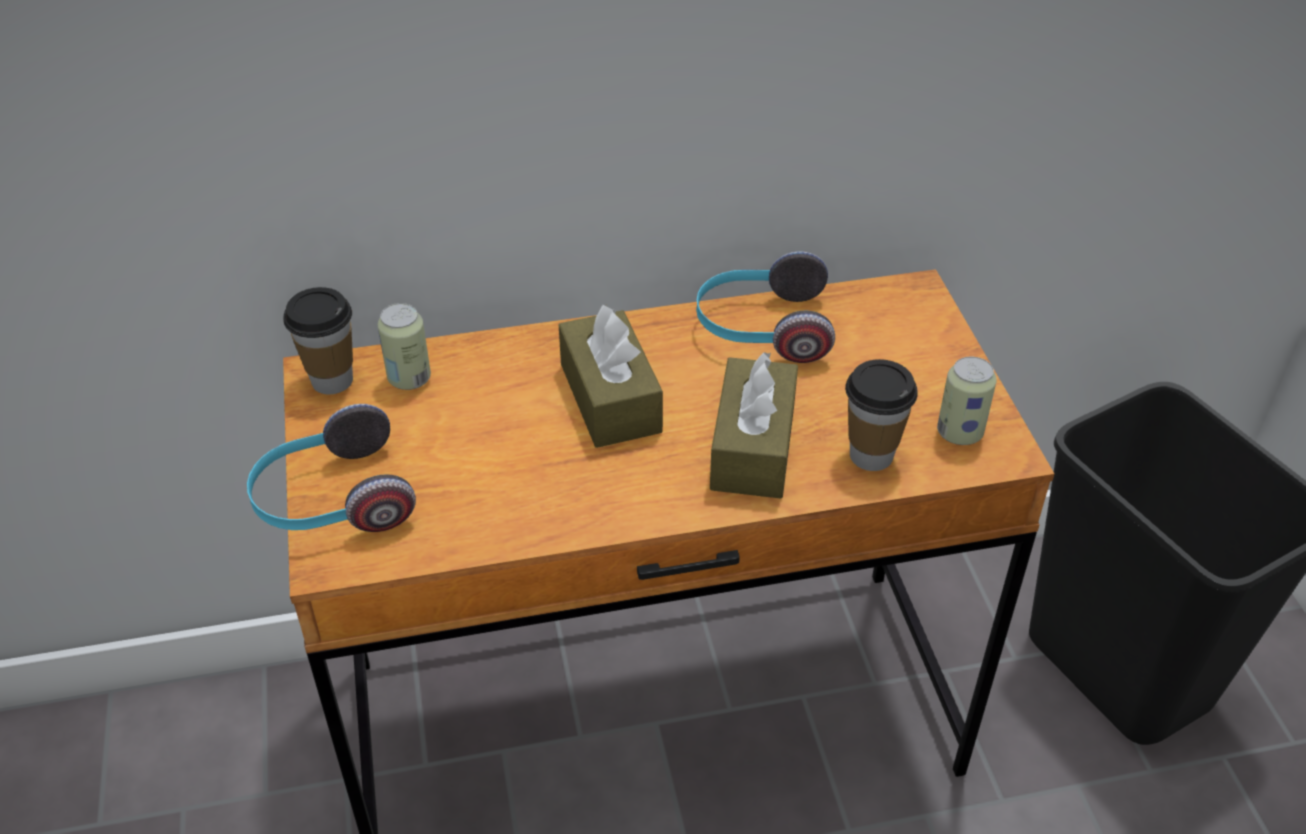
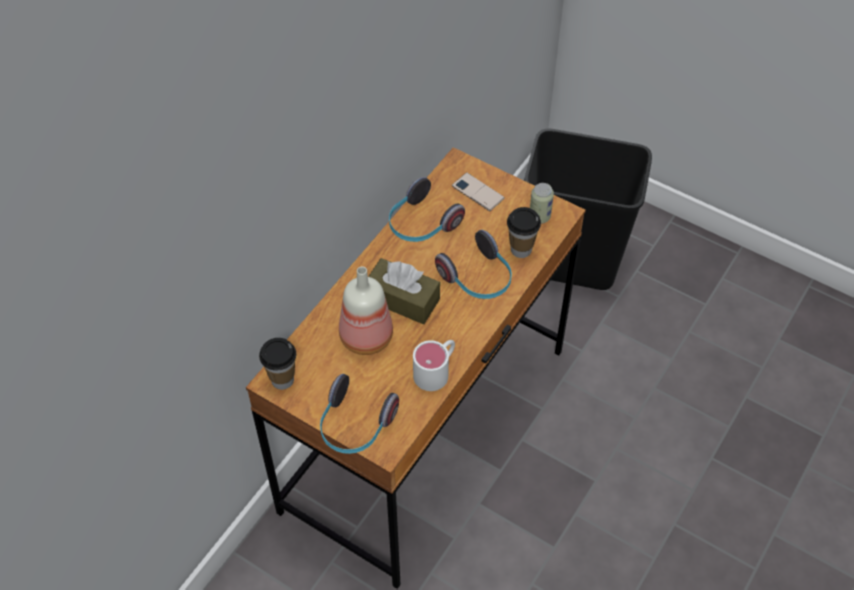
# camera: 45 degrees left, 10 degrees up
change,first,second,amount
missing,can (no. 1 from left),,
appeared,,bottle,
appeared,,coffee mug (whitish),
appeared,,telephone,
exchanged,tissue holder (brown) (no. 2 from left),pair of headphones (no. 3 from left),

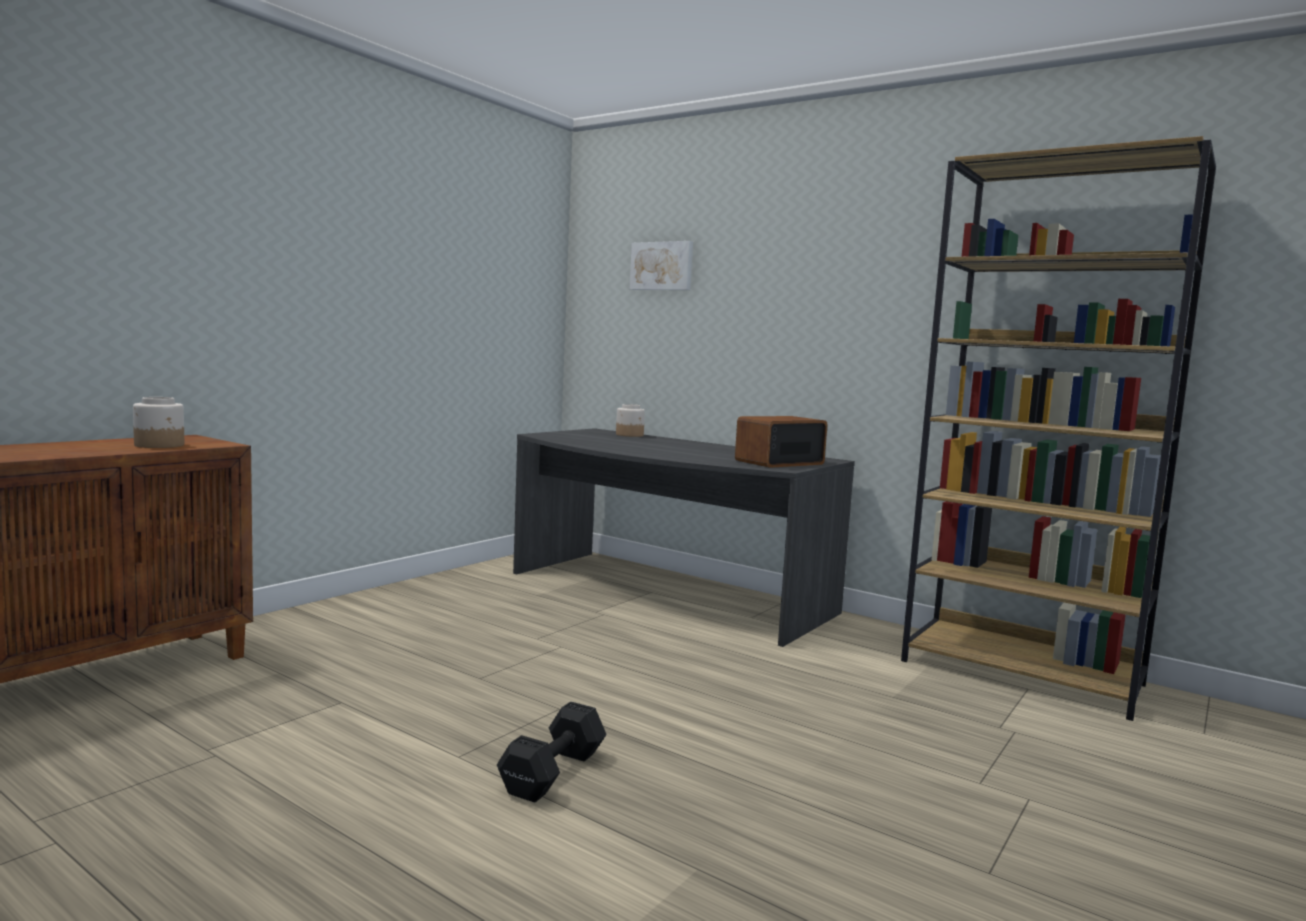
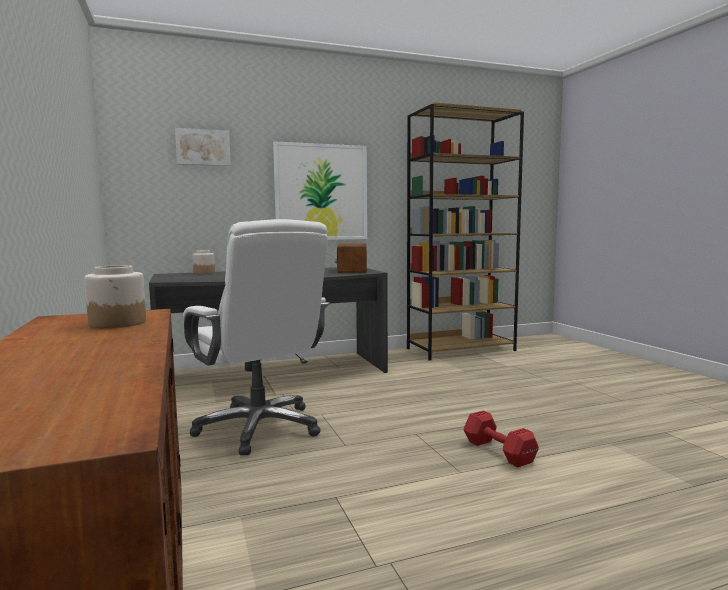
# camera: 55 degrees left, 0 degrees up
change,first,second,amount
appeared,,computer chair (whitish),
appeared,,picture (no. 2 from left),
colour,free weight (blackish),free weight (red-coloured),

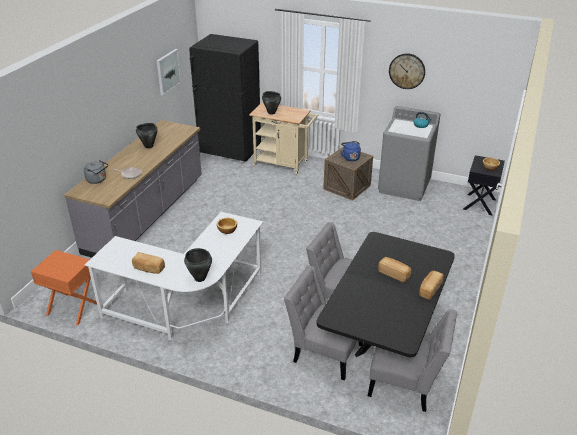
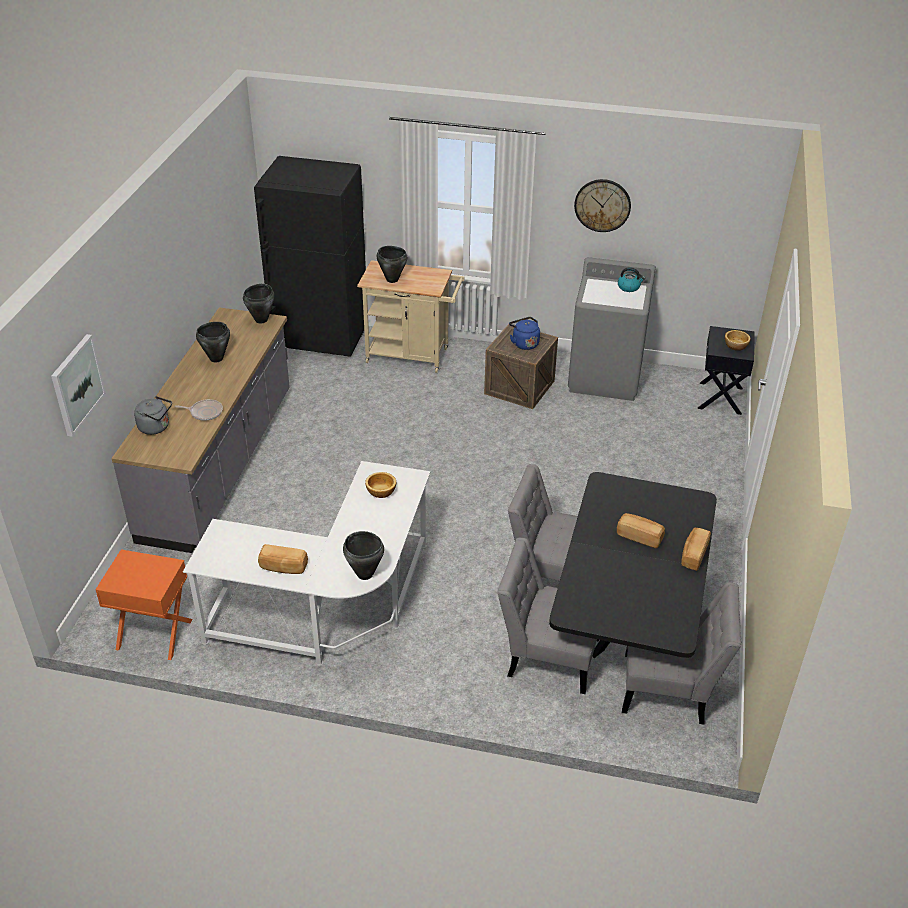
# camera: 10 degrees left, 5 degrees up
change,first,second,amount
appeared,,stockpot (blackish) (no. 2 from left),
relocated,picture,,

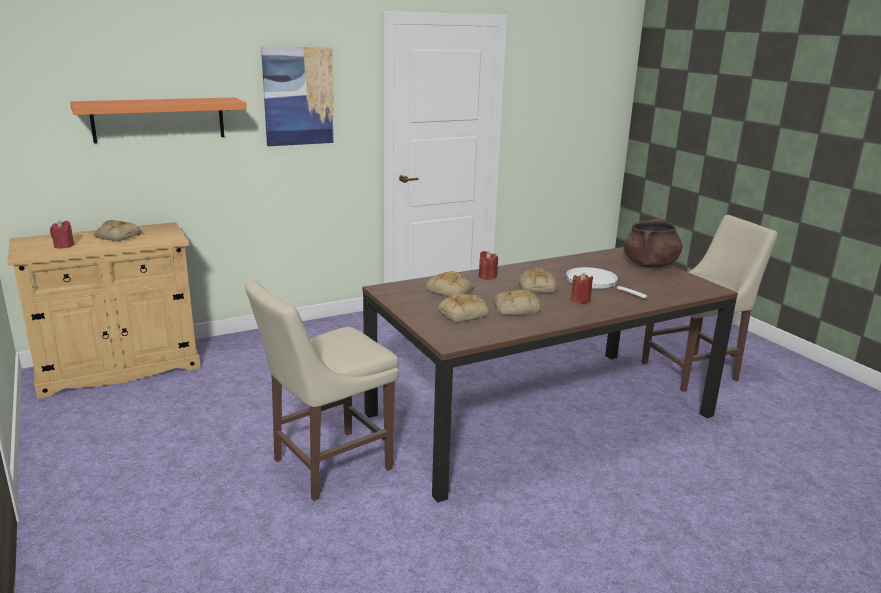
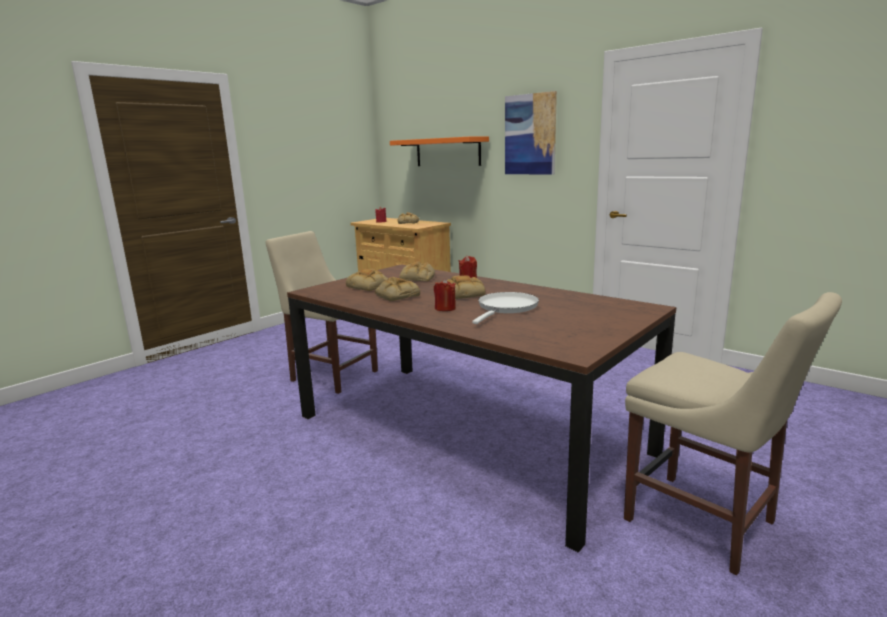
# camera: 70 degrees right, 5 degrees down
change,first,second,amount
missing,stockpot (brown),,

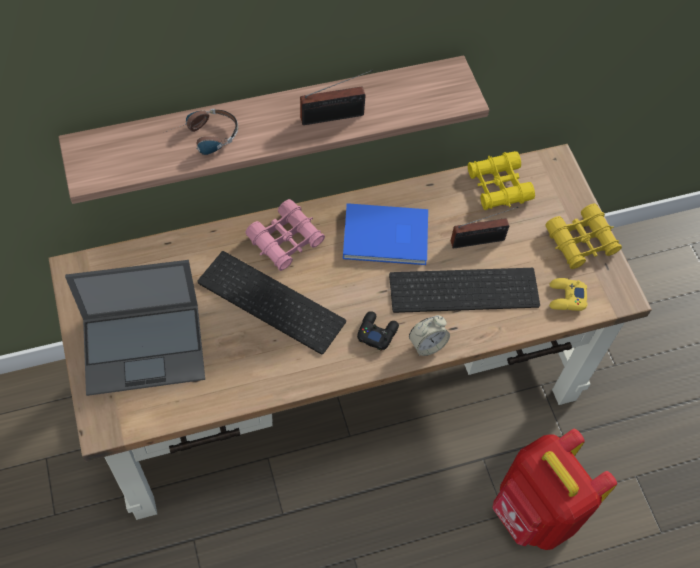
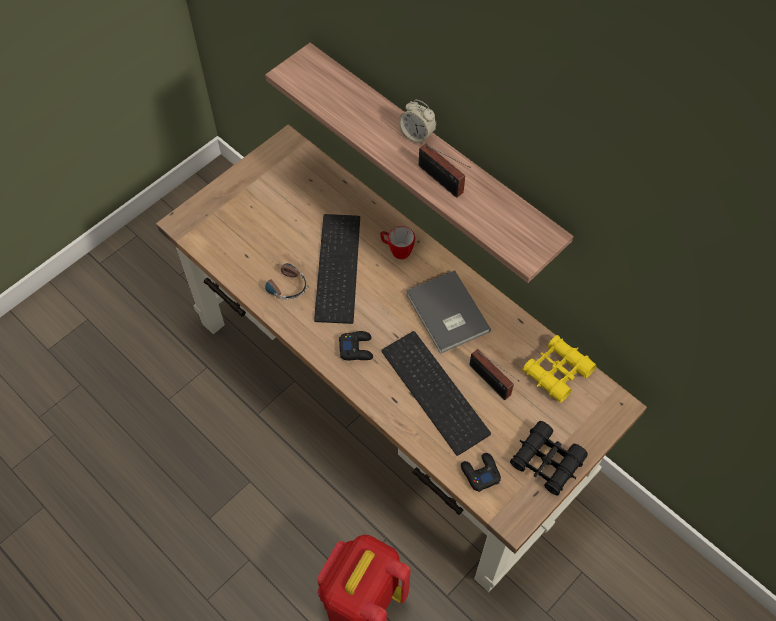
# camera: 65 degrees right, 0 degrees up
change,first,second,amount
missing,portable computer,,
relocated,pair of headphones,,
relocated,bedside clock,,
exchanged,field glasses (pink-coloured),coffee mug,
colour,volume (bluish),volume (gray),
colour,field glasses (yellow-coloured) (no. 2 from left),field glasses (blackish),
colour,gamepad (yellow-coloured),gamepad (blackish) (no. 2 from left),

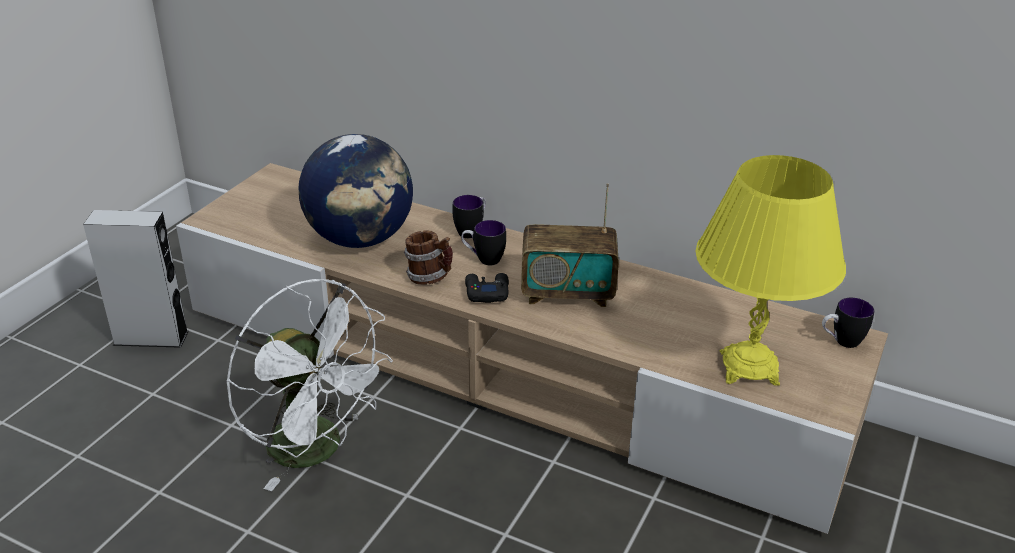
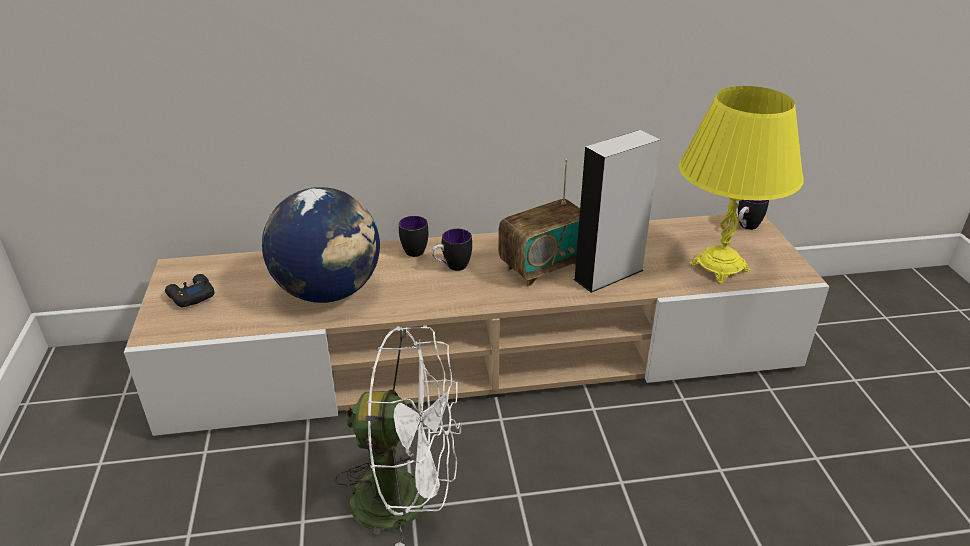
# camera: 35 degrees left, 0 degrees up
change,first,second,amount
missing,coffee mug (no. 1 from left),,
relocated,loudspeaker (gray),,
relocated,gamepad (blackish),,

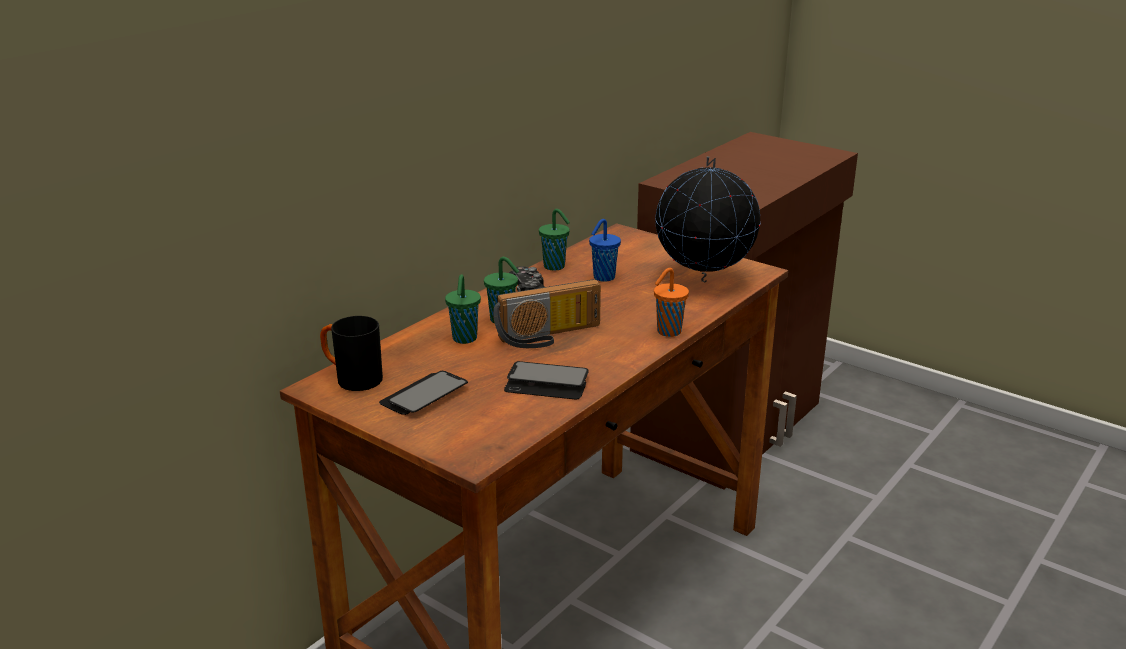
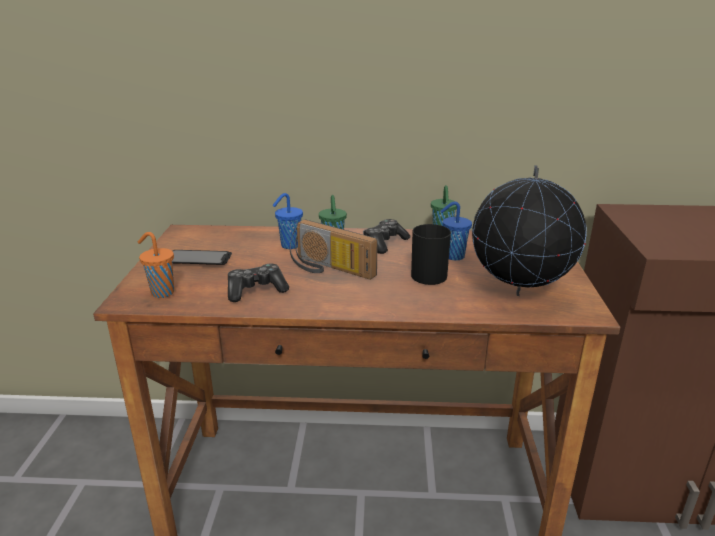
# camera: 55 degrees right, 0 degrees up
change,first,second,amount
relocated,coffee mug (blackish),,
relocated,cup (orange-coloured),,
exchanged,telephone (no. 2 from left),gamepad (no. 1 from left),
colour,cup (green-coloured) (no. 1 from left),cup (bluish) (no. 1 from left),

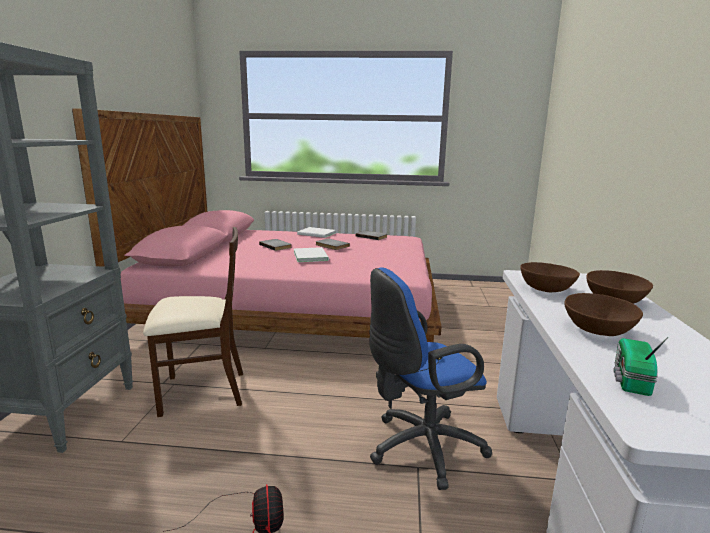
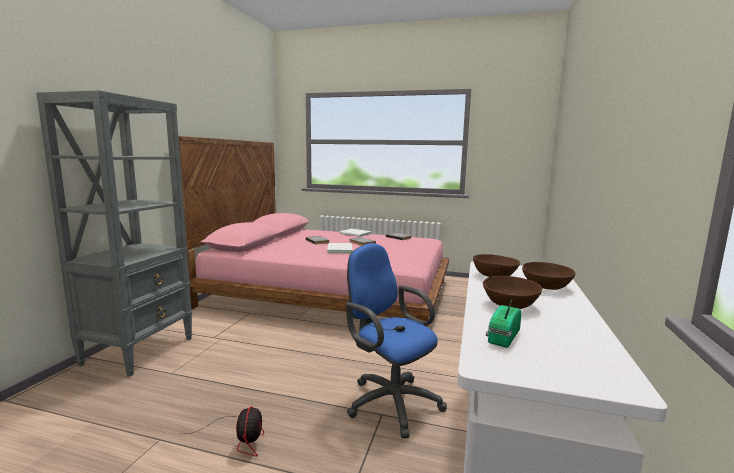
# camera: 10 degrees right, 5 degrees down
change,first,second,amount
missing,chair (sand-coloured),,
spun,computer chair (bluish),,60 degrees clockwise

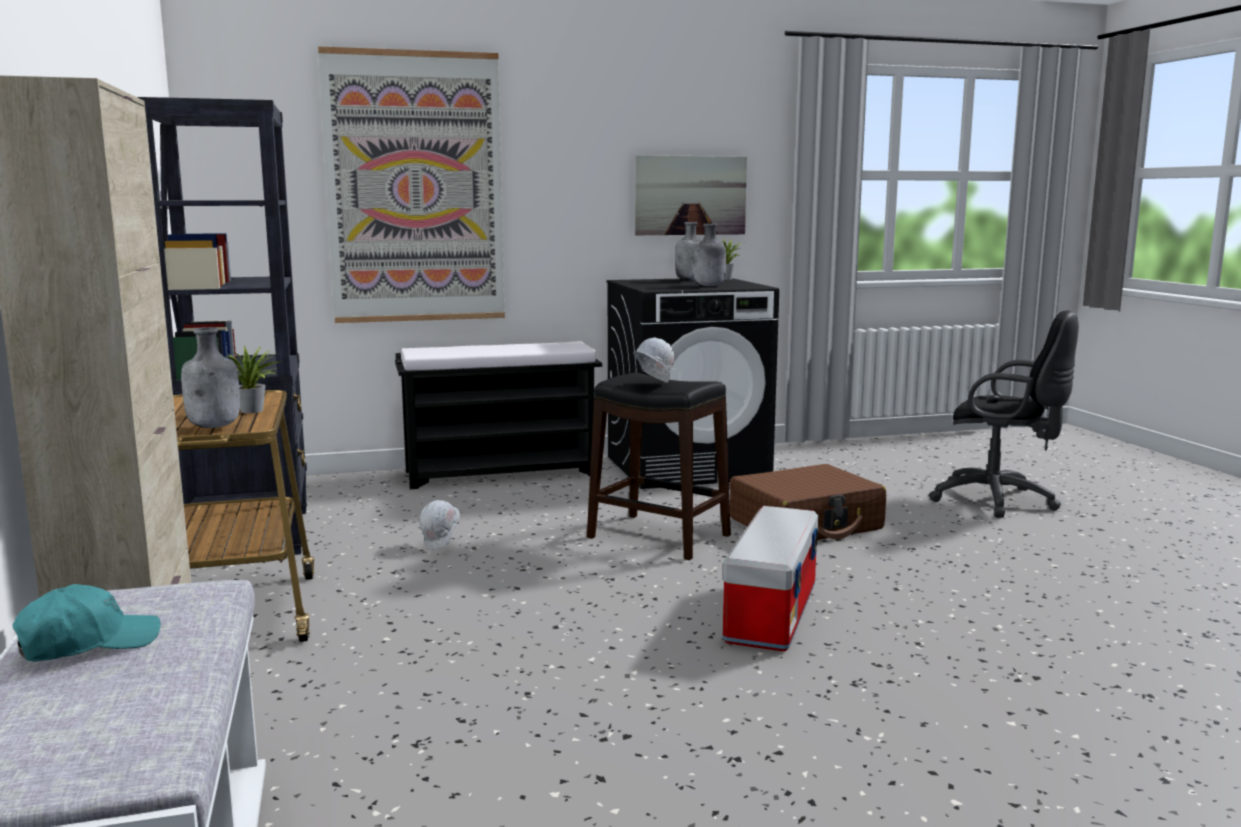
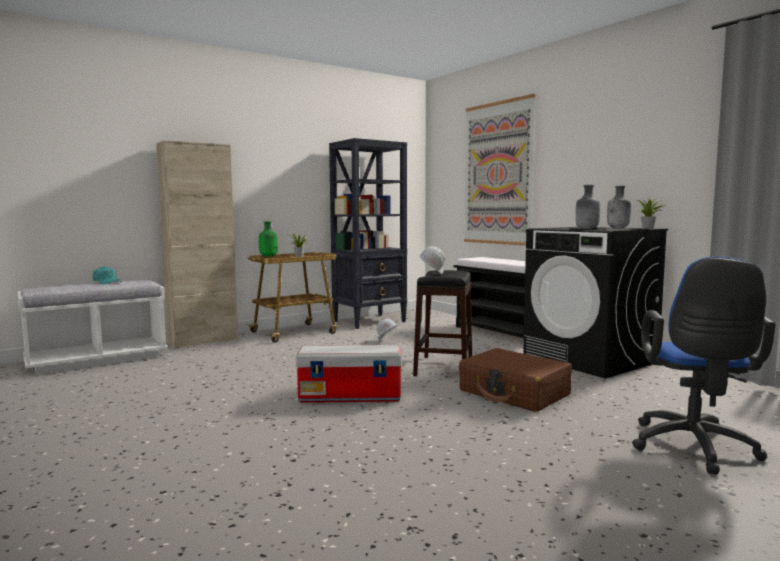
# camera: 70 degrees right, 5 degrees down
change,first,second,amount
missing,picture (no. 2 from left),,
colour,bottle (gray) (no. 1 from left),bottle (green-coloured),
colour,computer chair (blackish),computer chair (bluish),

